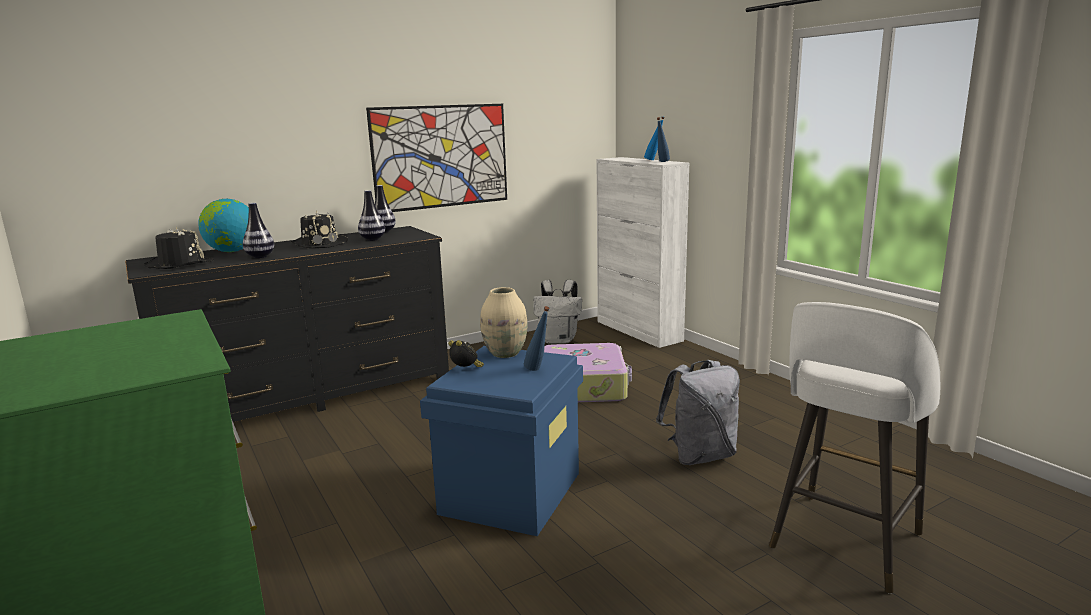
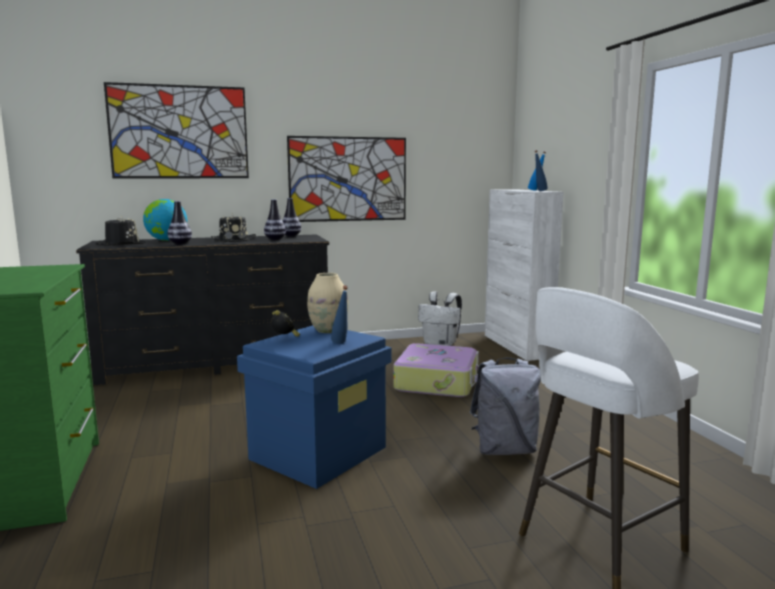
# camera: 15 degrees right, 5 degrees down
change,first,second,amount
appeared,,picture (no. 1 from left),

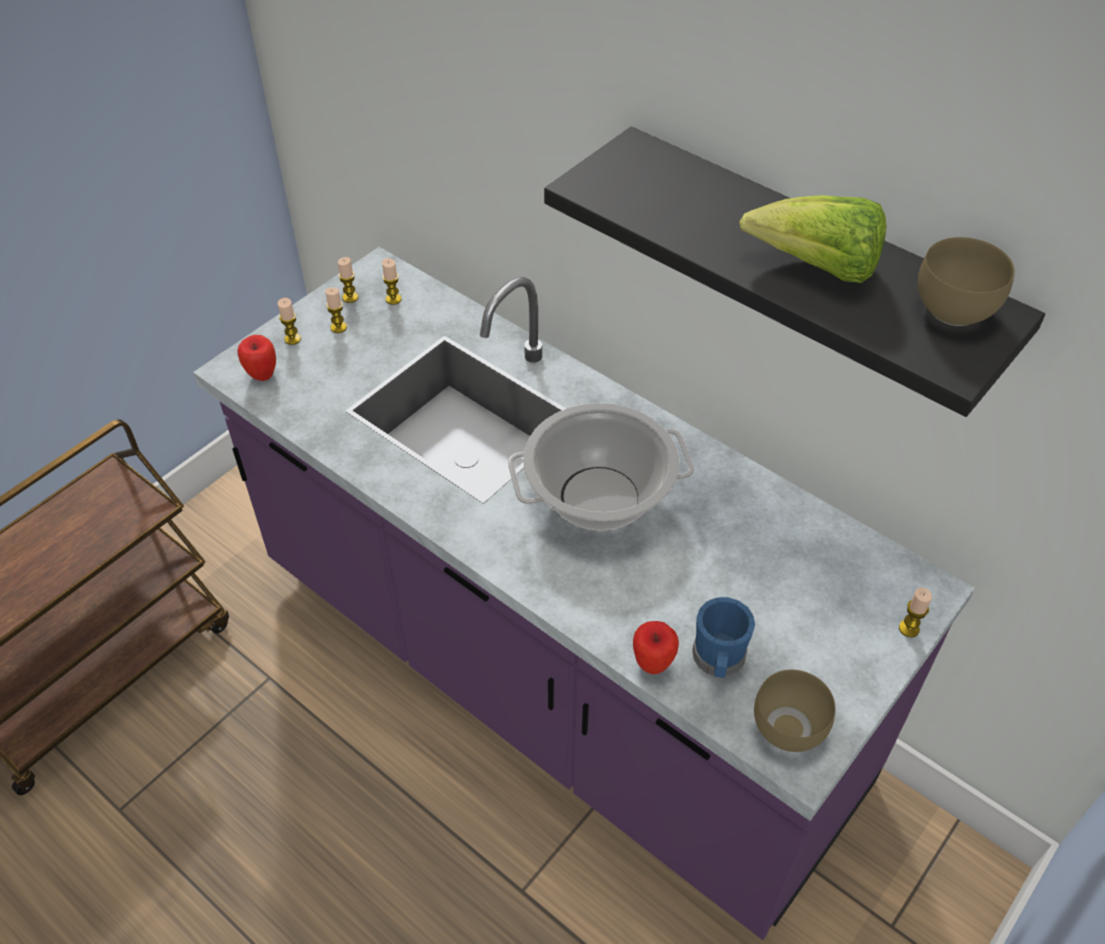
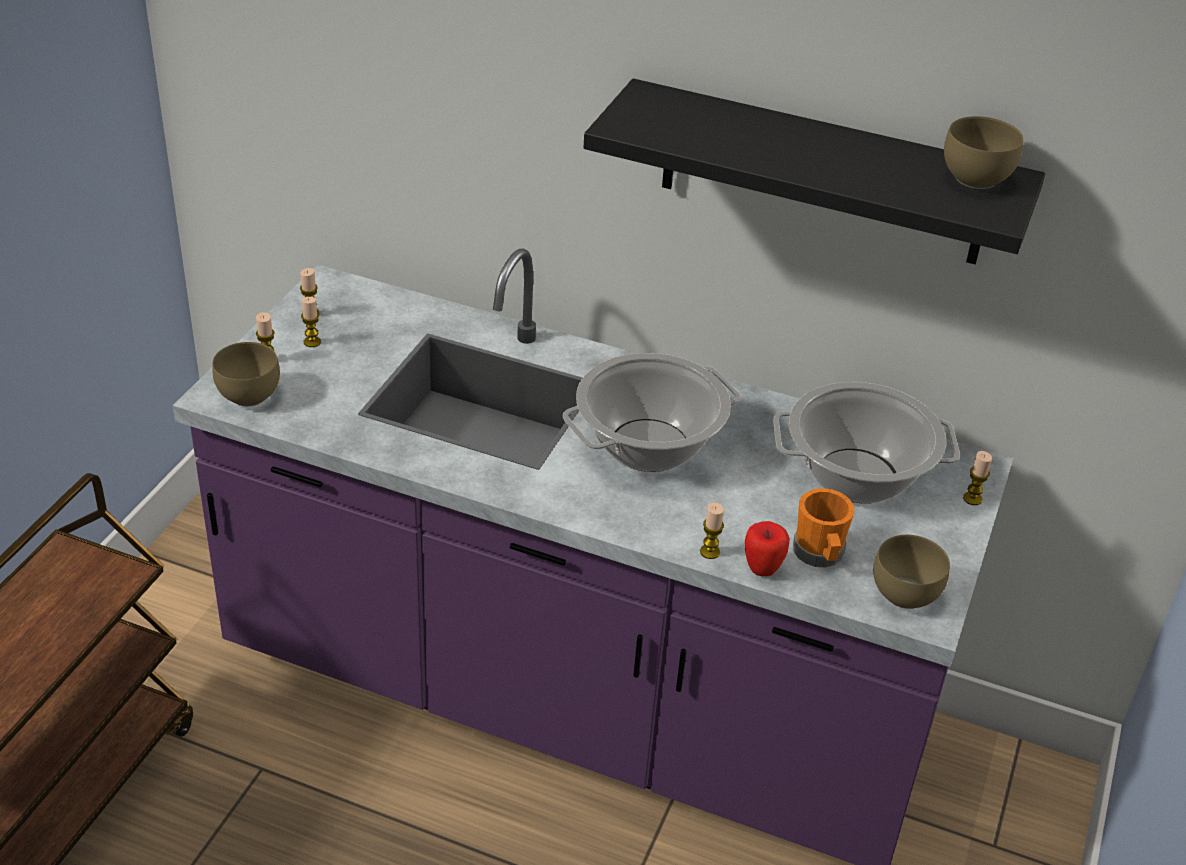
# camera: 20 degrees left, 10 degrees down
change,first,second,amount
missing,head of lettuce,,
appeared,,stockpot (no. 2 from left),
relocated,wax candle (no. 4 from left),,
exchanged,whole apple (no. 1 from left),serving bowl (brown) (no. 1 from left),
colour,coffee mug (bluish),coffee mug (orange-coloured),

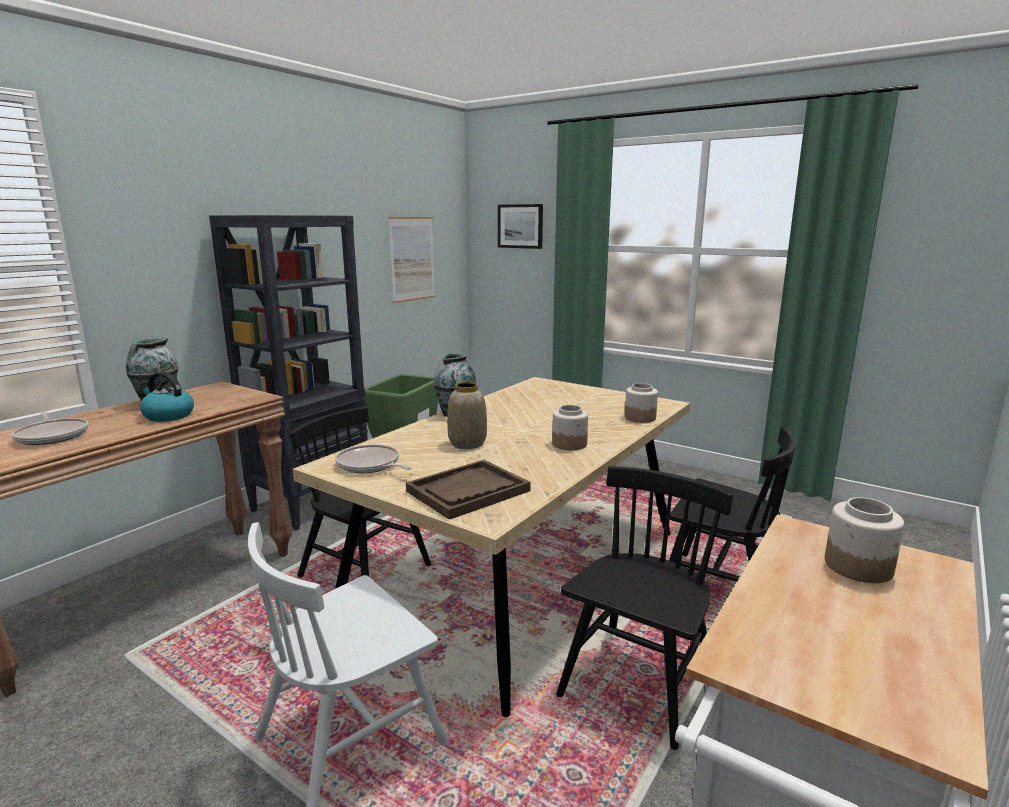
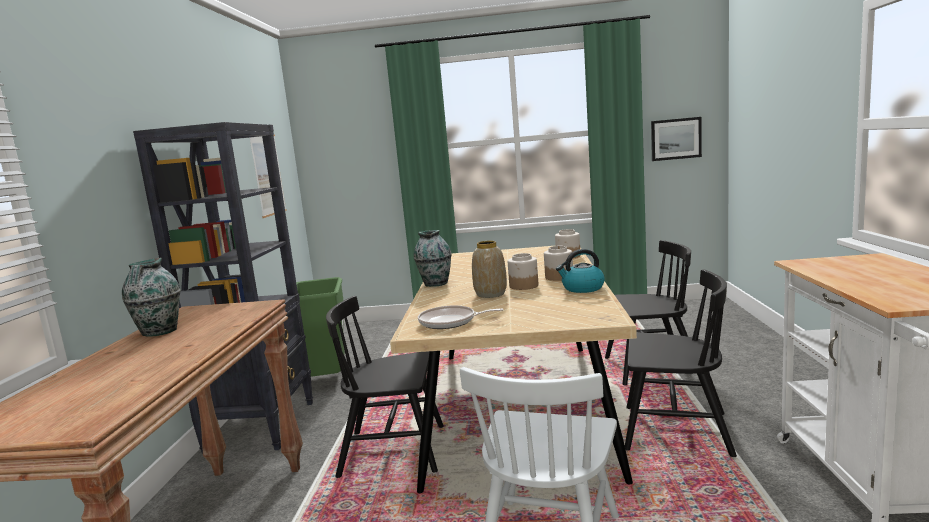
# camera: 30 degrees left, 5 degrees down
change,first,second,amount
missing,pan (no. 1 from left),,
missing,tray (brown),,
relocated,water kettle,,
relocated,picture (no. 2 from left),,
relocated,jar (no. 3 from left in the first image),jar (no. 1 from left),
spun,chair (blackish) (no. 2 from left in the first image),chair (blackish) (no. 3 from left),105 degrees clockwise

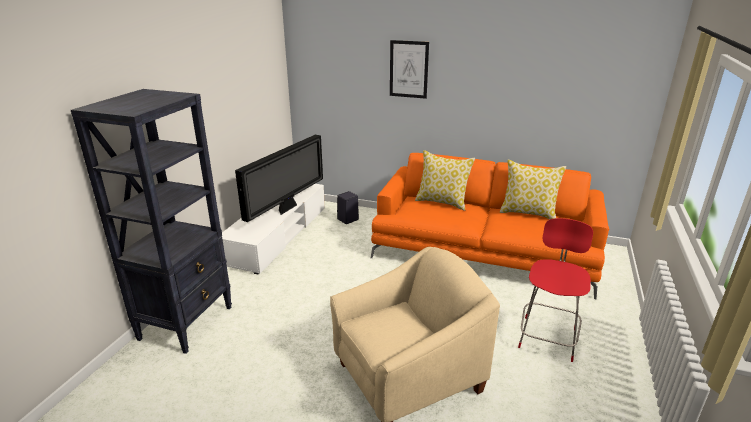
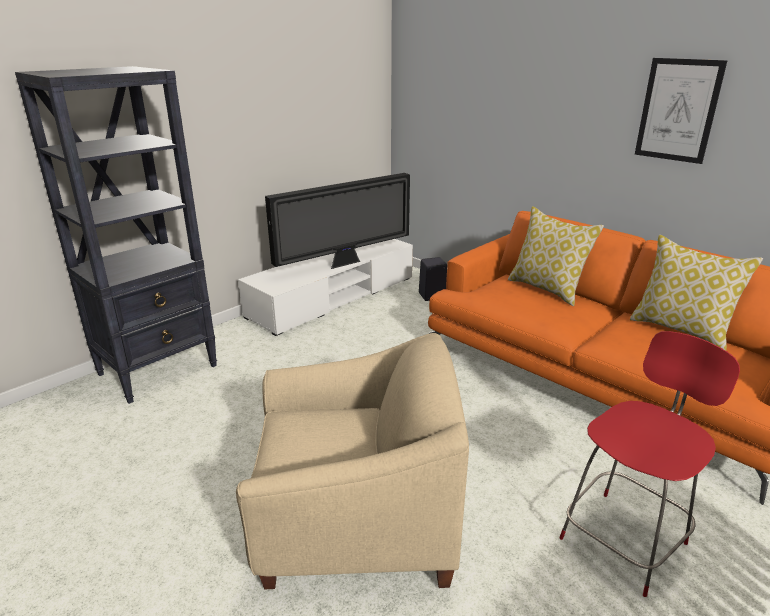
# camera: 25 degrees right, 0 degrees up
change,first,second,amount
relocated,picture,,

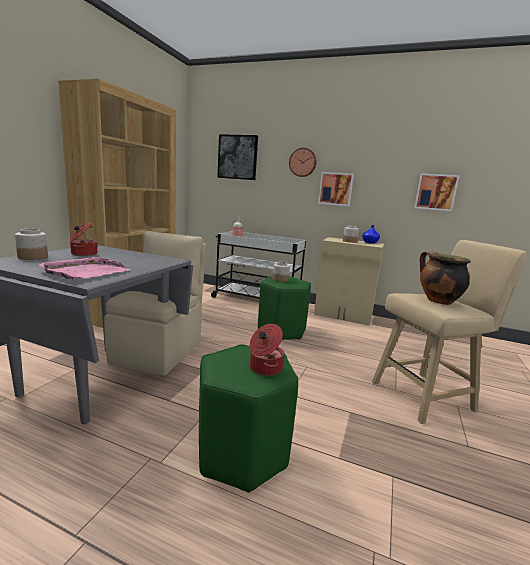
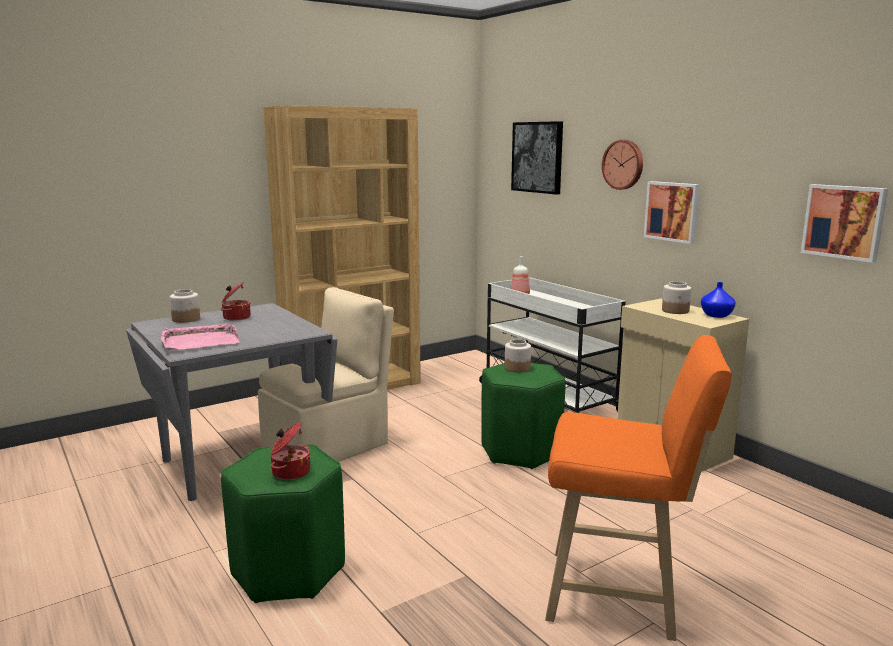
# camera: 35 degrees right, 0 degrees up
change,first,second,amount
missing,stockpot (no. 3 from left),,
colour,sitting stool (sand-coloured),sitting stool (orange-coloured),

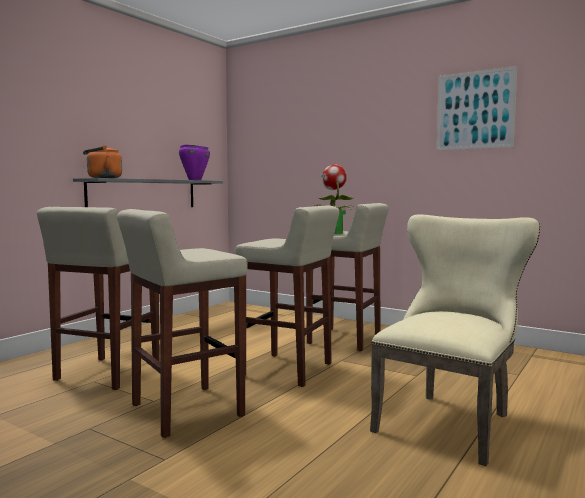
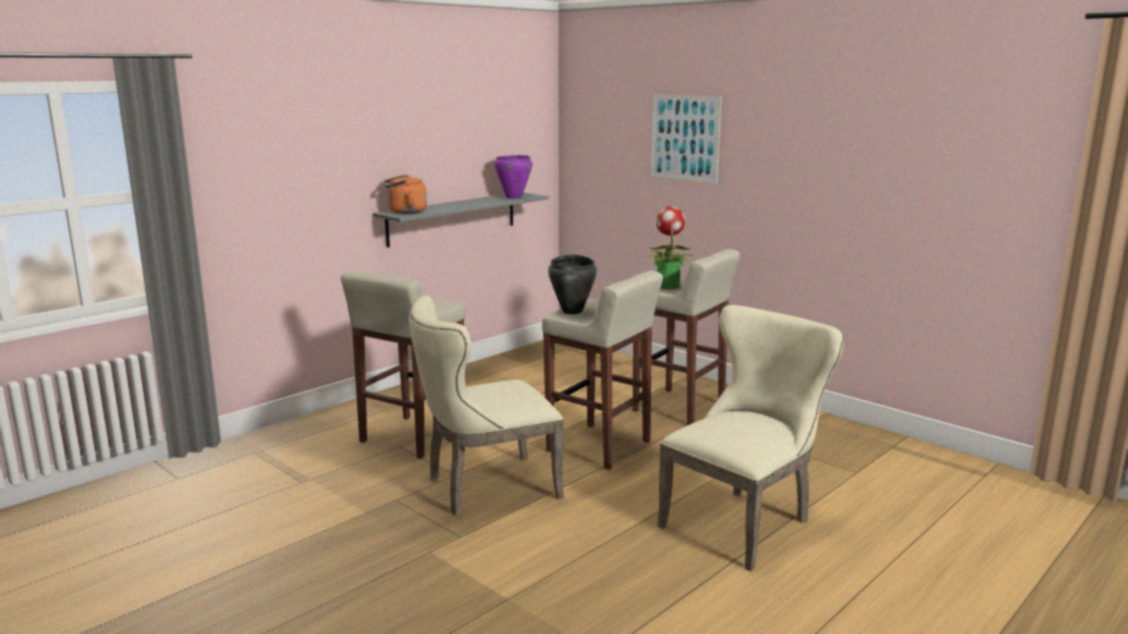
# camera: 10 degrees right, 10 degrees up
change,first,second,amount
appeared,,stockpot (blackish),
relocated,picture,,
exchanged,sitting stool (sand-coloured) (no. 2 from left),chair (sand-coloured) (no. 1 from left),

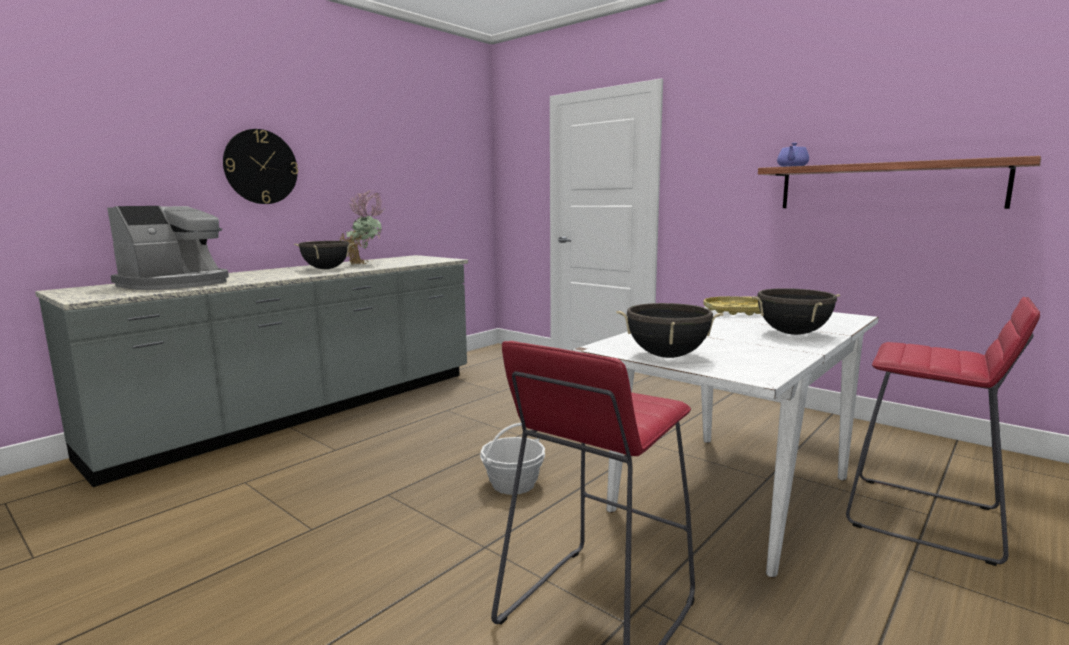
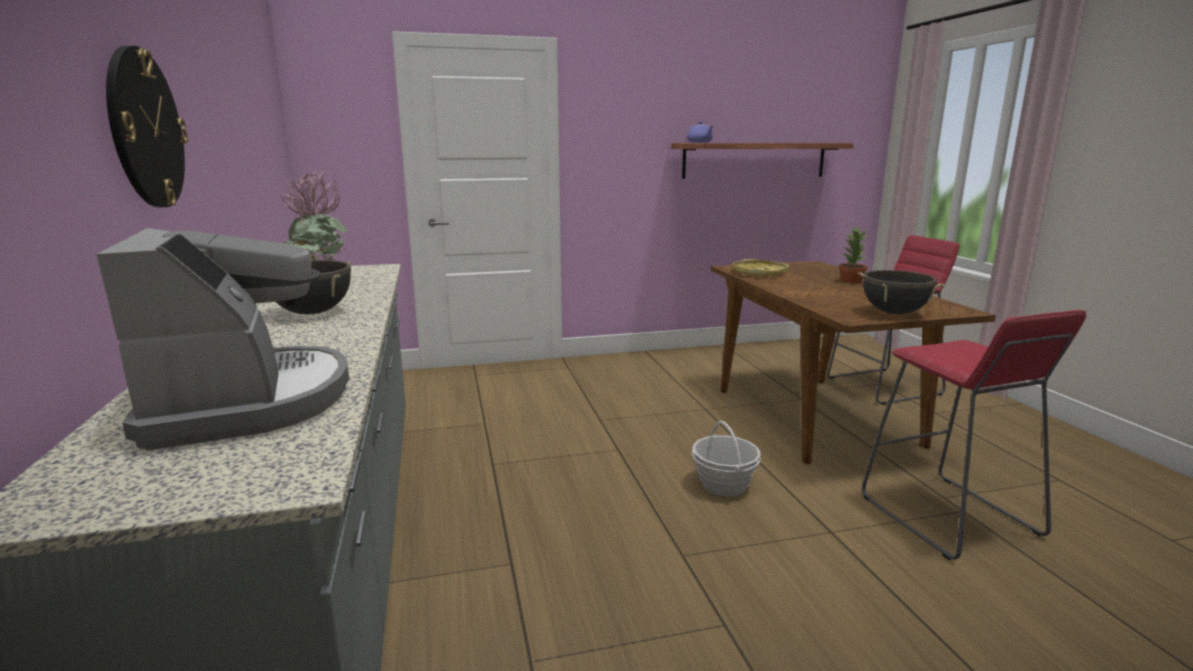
# camera: 55 degrees left, 5 degrees up
change,first,second,amount
exchanged,stockpot (blackish) (no. 3 from left),plant in a pot (no. 2 from left),
colour,dining table (whitish),dining table (brown),

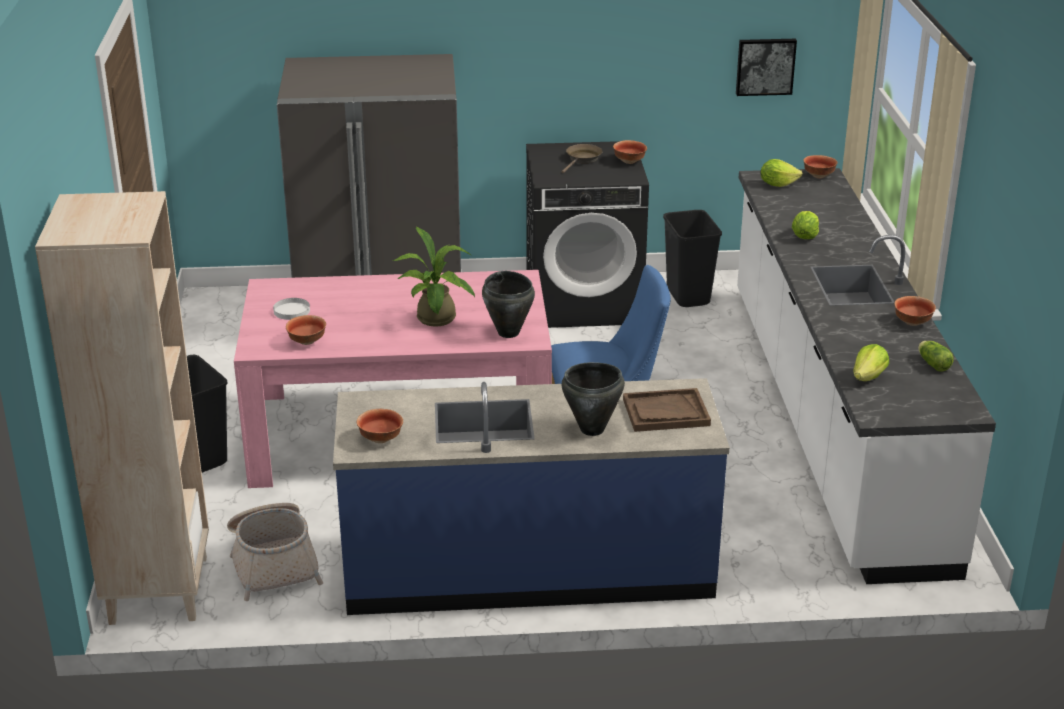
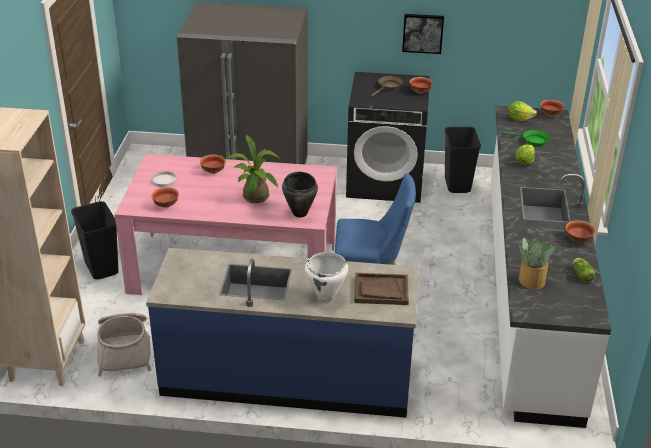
# camera: 10 degrees right, 5 degrees up
change,first,second,amount
appeared,,pan (green-coloured),
relocated,serving bowl (no. 2 from left),,
relocated,picture,,
exchanged,head of lettuce (no. 3 from left),plant in a pot (no. 2 from left),
colour,stockpot (blackish) (no. 2 from left),stockpot (whitish),

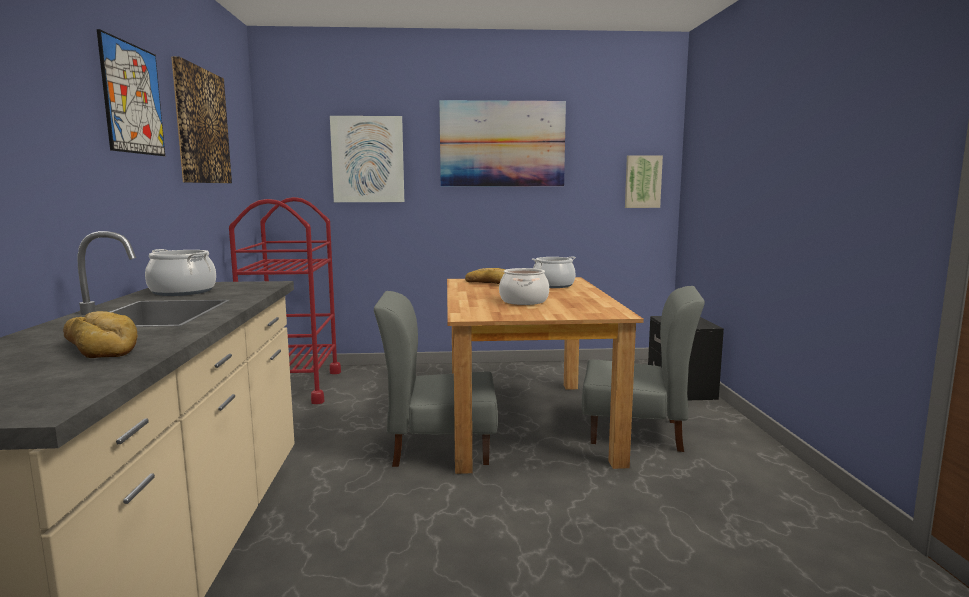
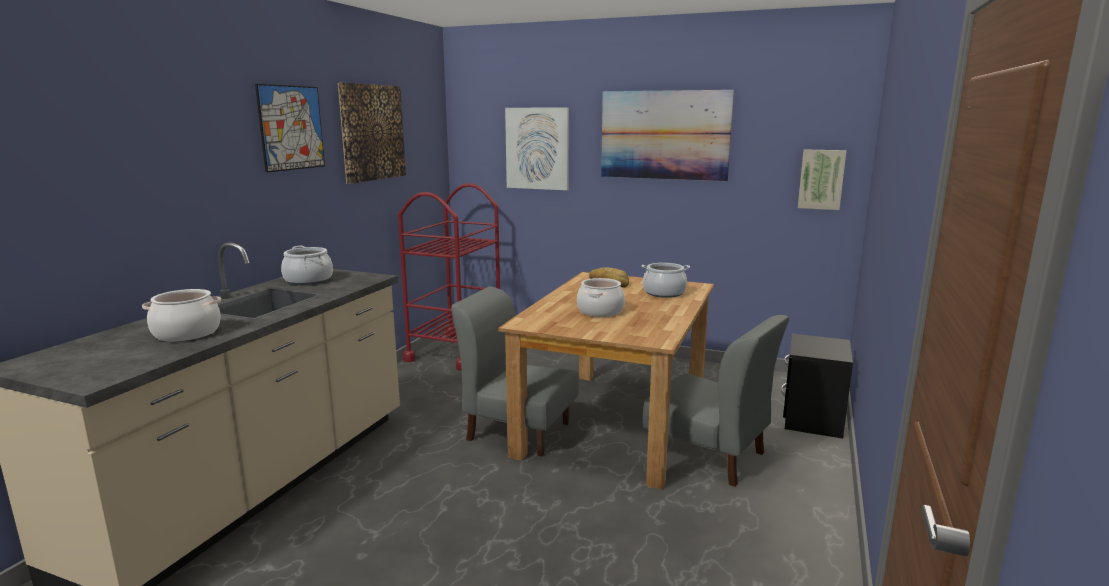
# camera: 25 degrees right, 5 degrees up
change,first,second,amount
exchanged,baked bread (no. 1 from left),stockpot (no. 1 from left),

